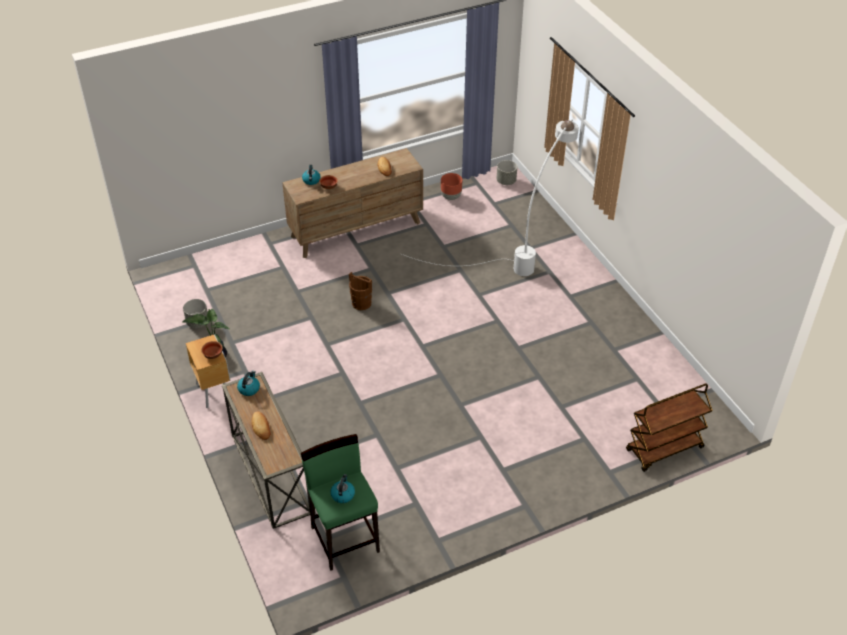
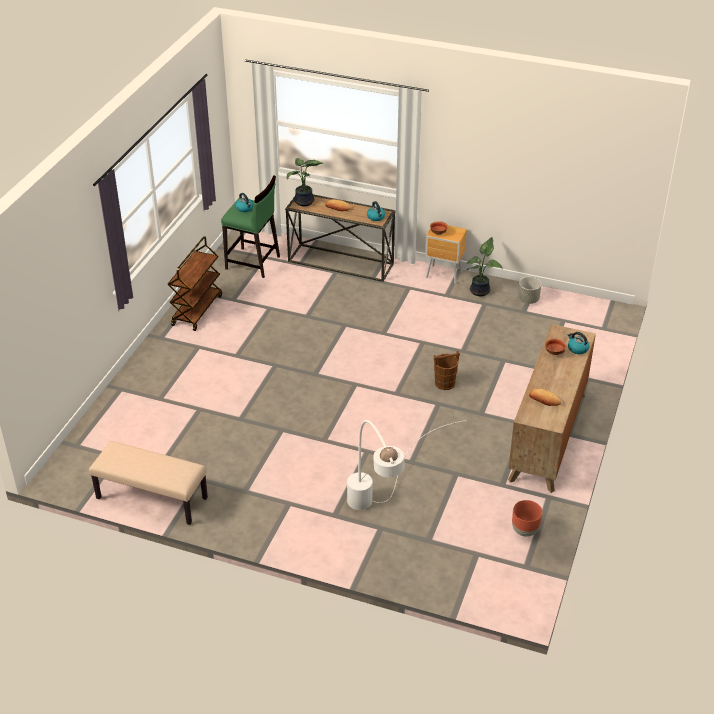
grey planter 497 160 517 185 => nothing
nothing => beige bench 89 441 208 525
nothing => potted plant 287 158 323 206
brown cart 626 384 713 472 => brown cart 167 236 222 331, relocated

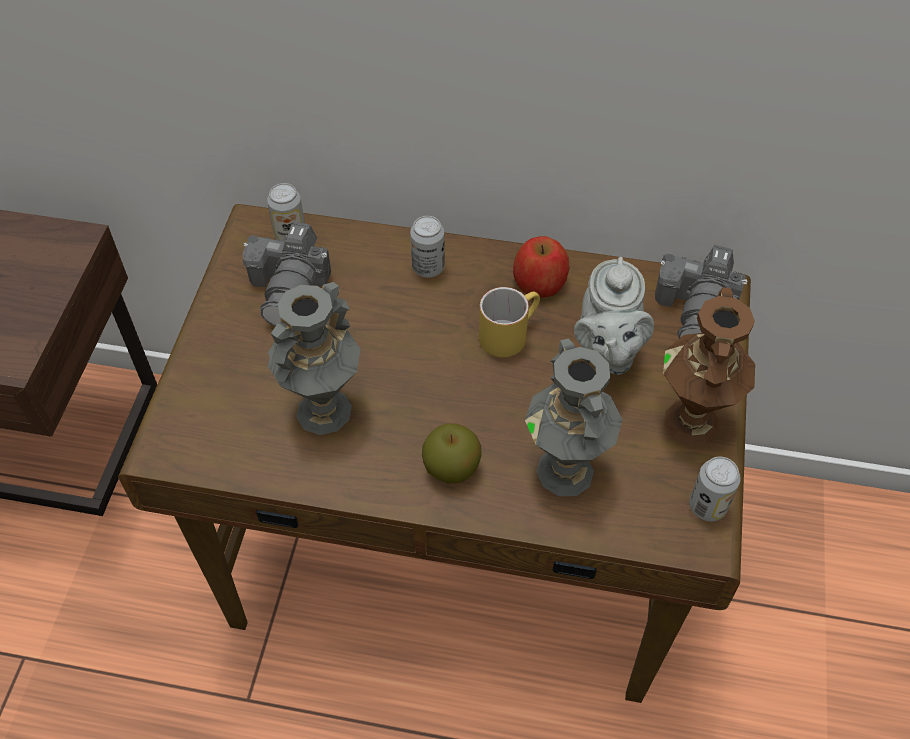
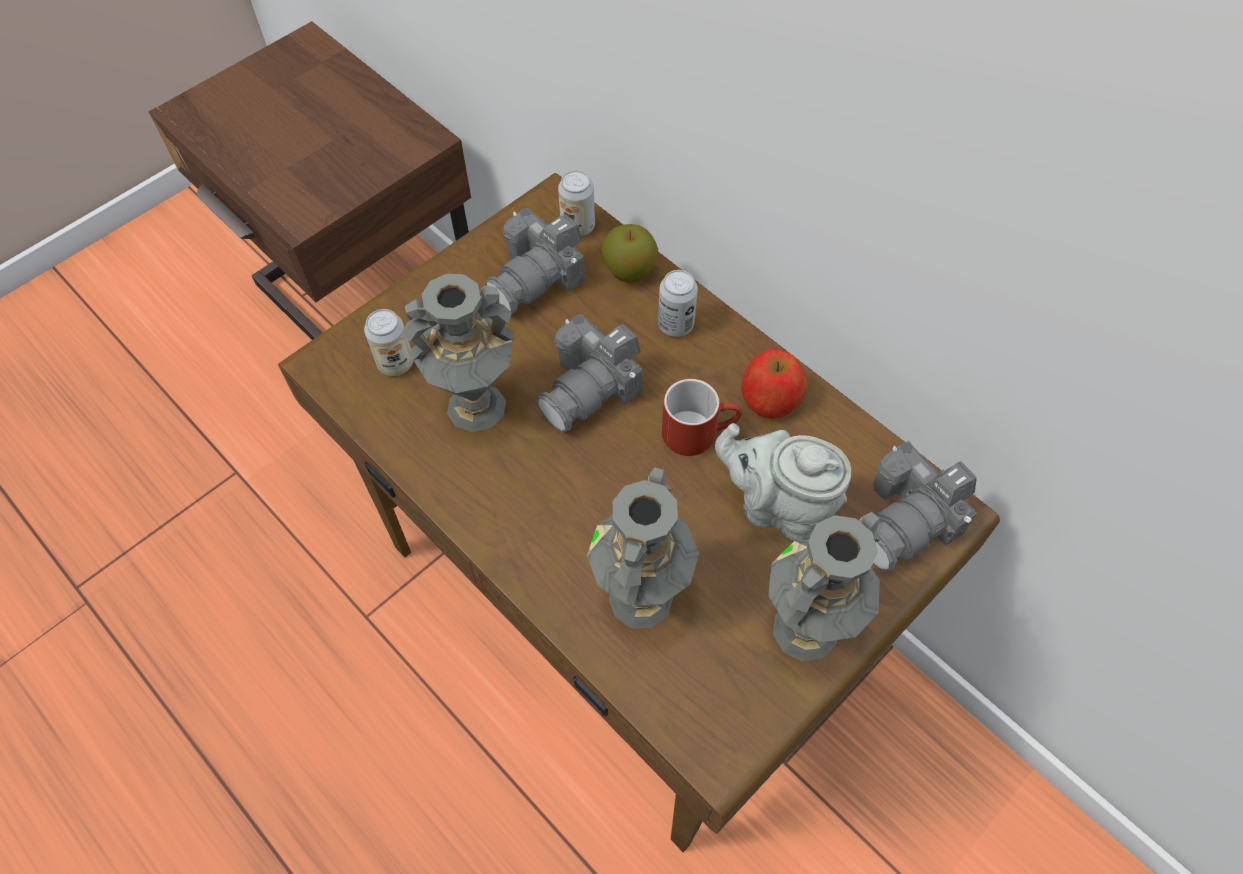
nothing => photo camera 537 314 643 432
apple 422 423 482 484 => apple 601 224 658 283, relocated
can 689 457 741 521 => can 364 309 414 376, relocated
yellow mug 479 287 540 358 => red mug 662 379 742 456
brown vase 663 287 755 446 => grey vase 768 512 880 662
grey teapot 574 257 654 375 => grey teapot 715 423 851 541, 75 degrees clockwise

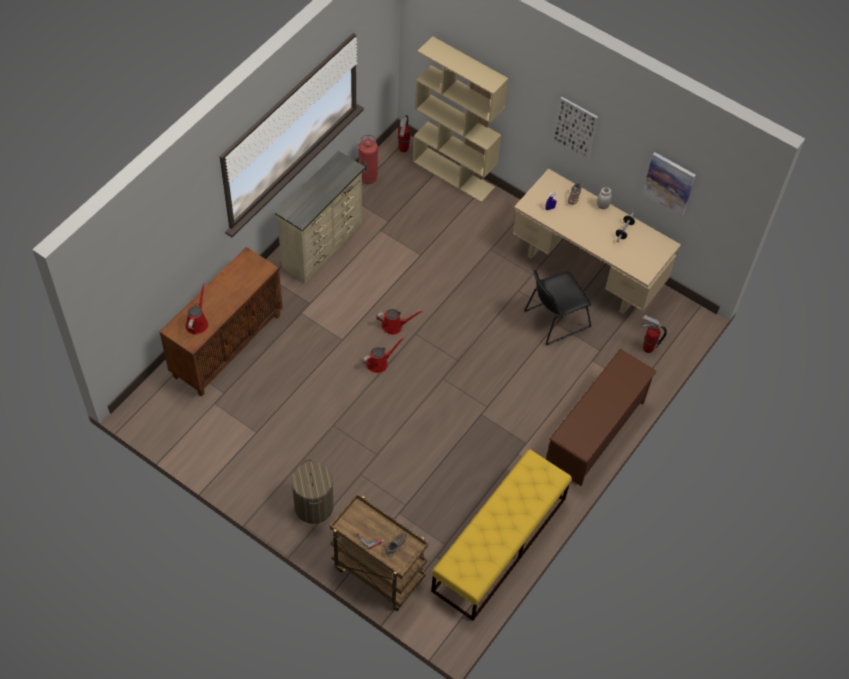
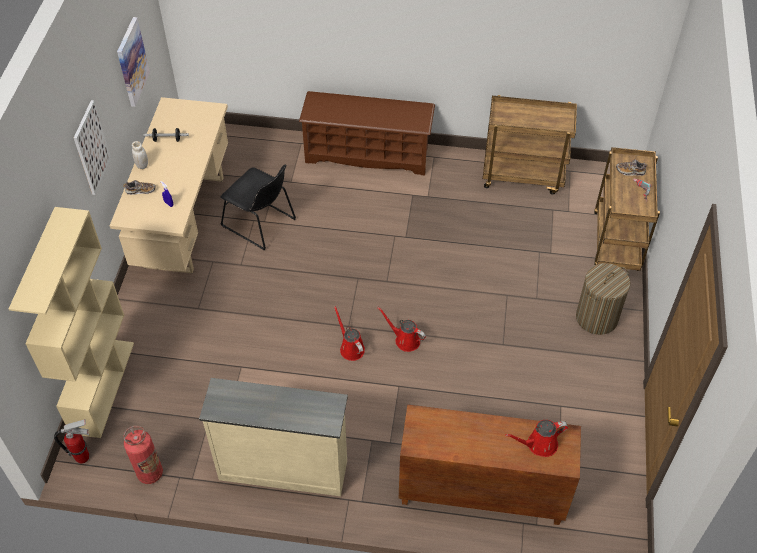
fire extinguisher 641 315 667 353 => nothing
yellow bench 431 450 572 621 => brown cart 483 95 577 195

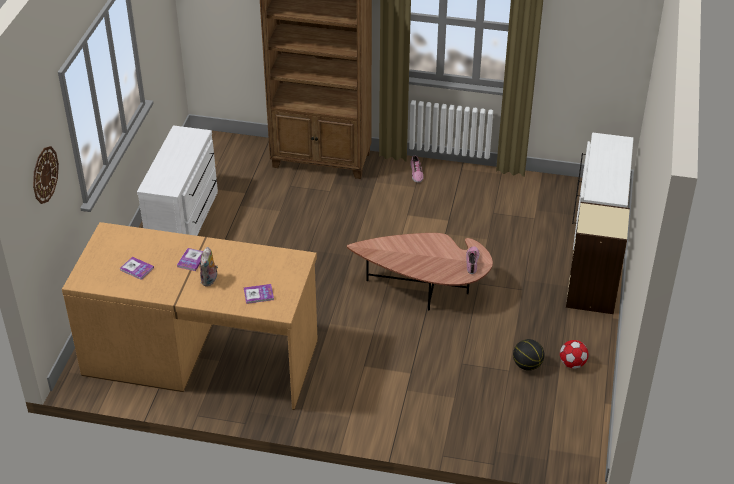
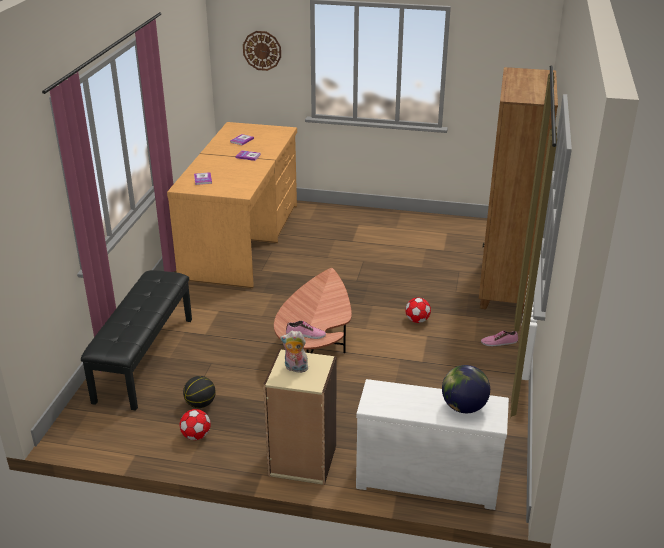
white dresser 137 125 218 236 => nothing
nothing => black bench 81 270 192 411
nothing => football 405 298 431 323
nothing => globe 442 365 490 413
plush toy 200 247 218 286 => plush toy 280 330 308 373, relocated

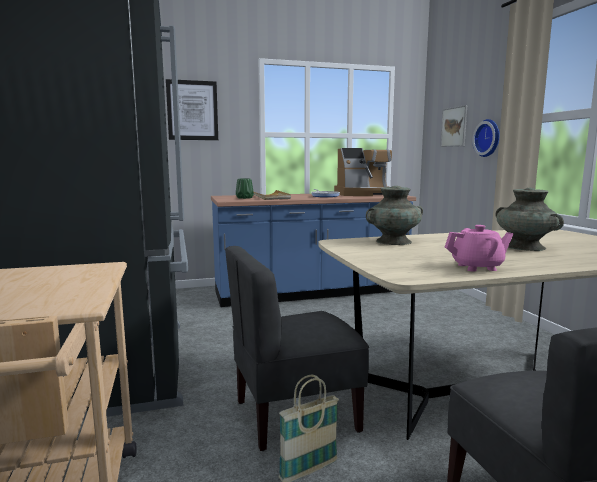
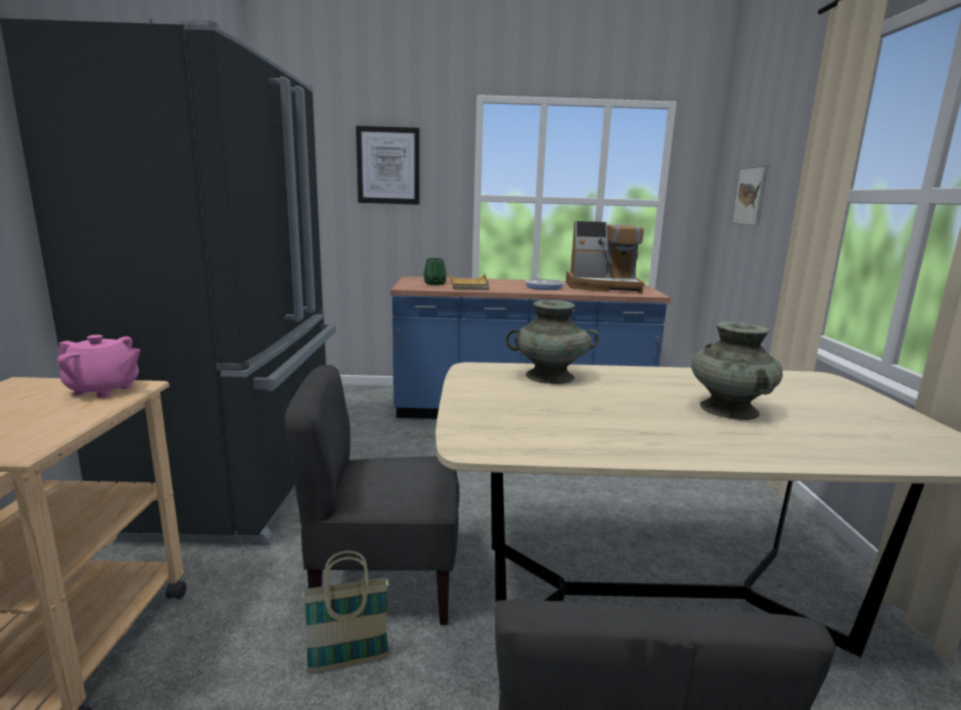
wall clock 472 119 500 157 => nothing
pink teapot 445 225 514 271 => pink teapot 57 335 140 398, relocated

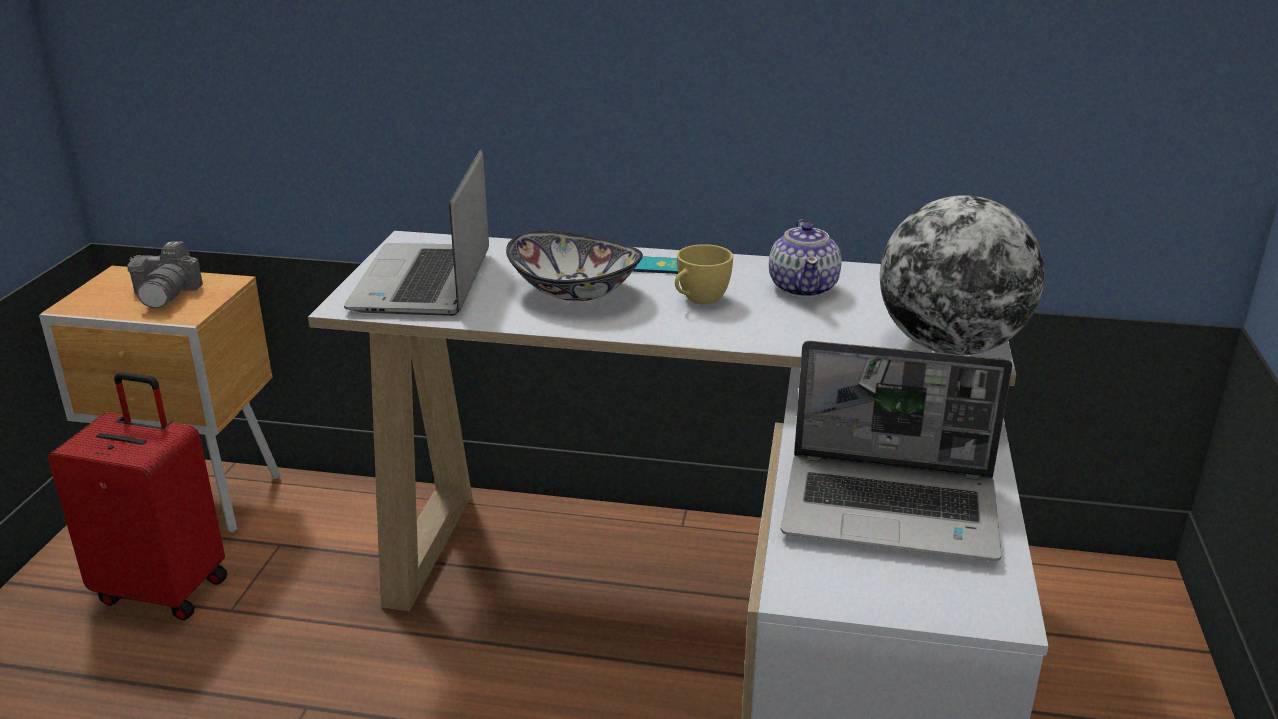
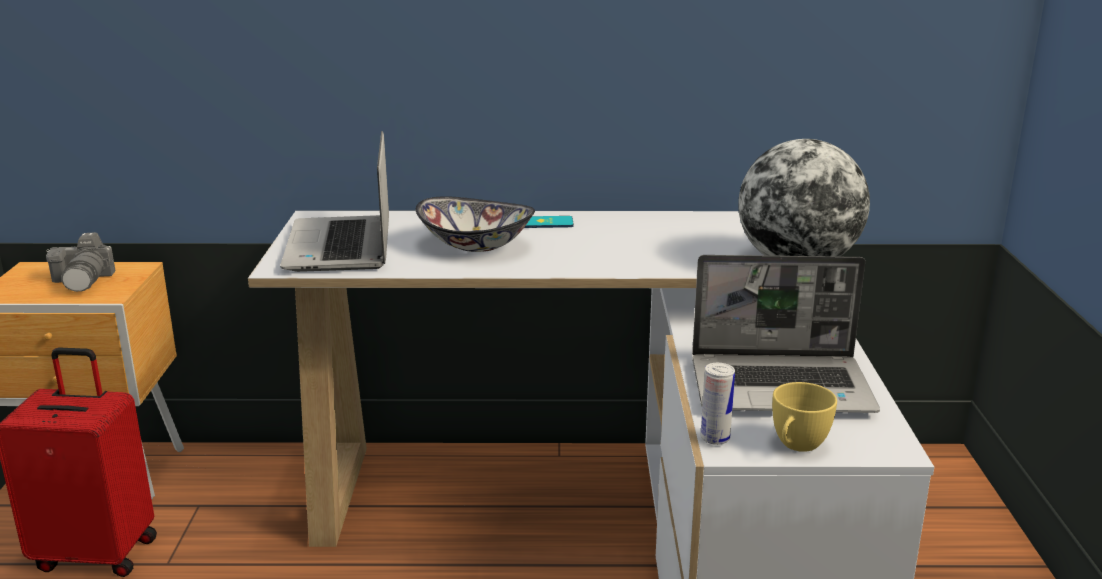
teapot 769 219 842 298 => nothing
nothing => can 700 363 735 445
yellow cup 675 244 733 305 => yellow cup 772 382 837 452, relocated

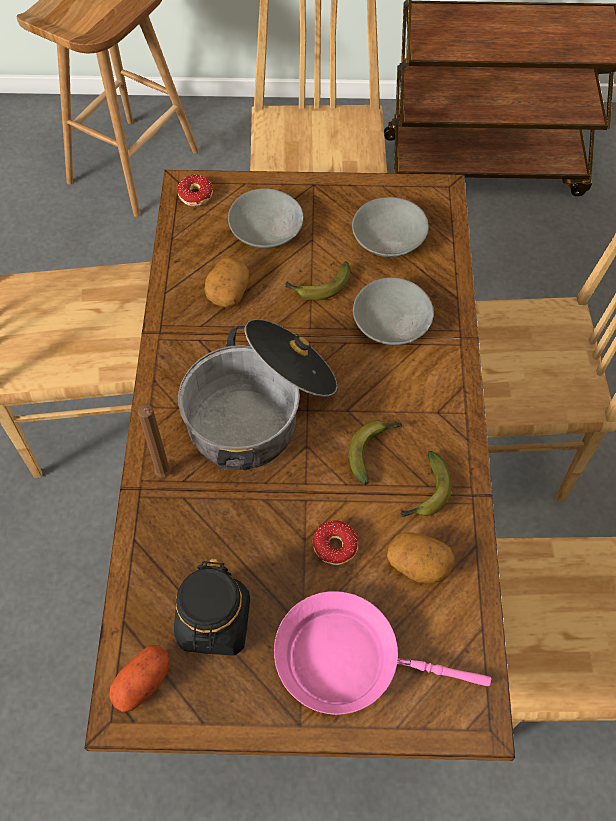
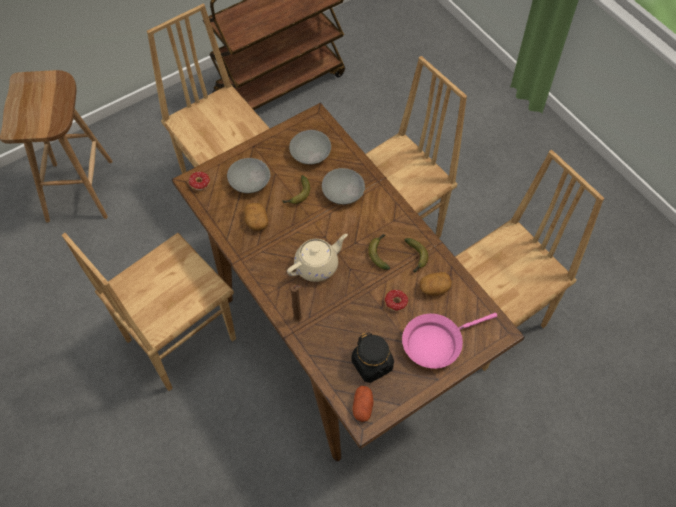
cooking pot 178 319 337 470 => beige teapot 287 234 348 282

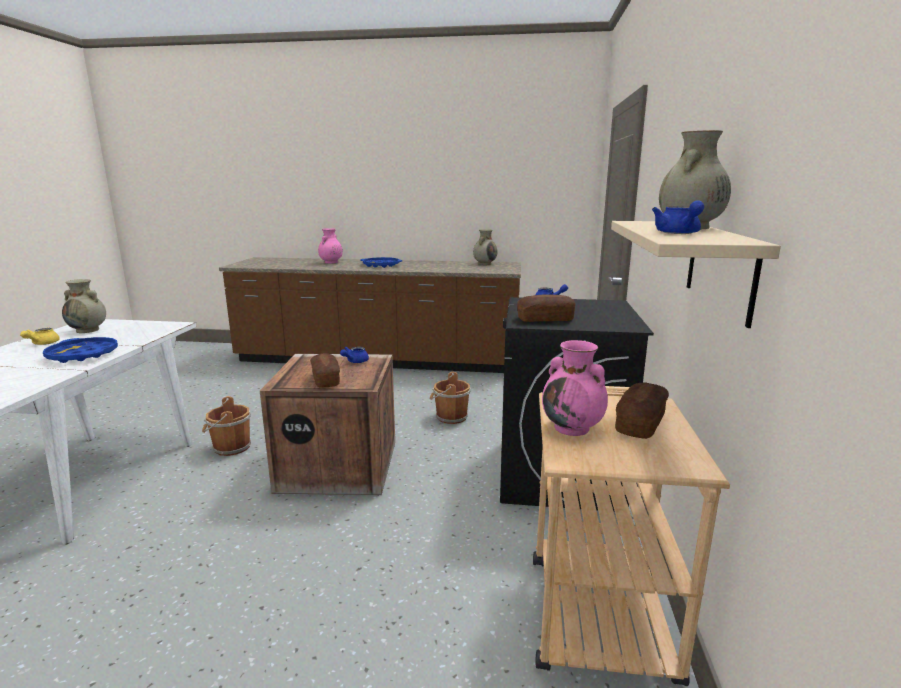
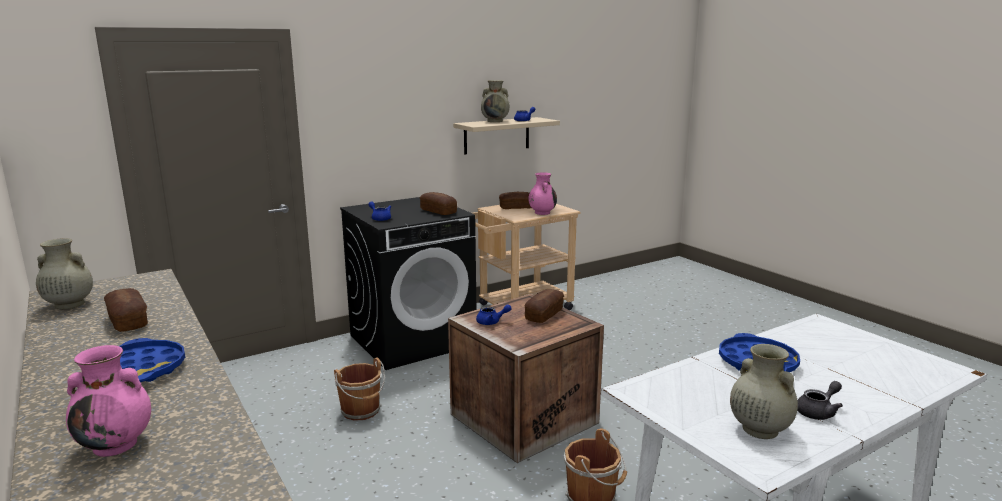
nothing => bread 104 288 148 332
yellow teapot 20 328 60 345 => grey teapot 797 381 843 420

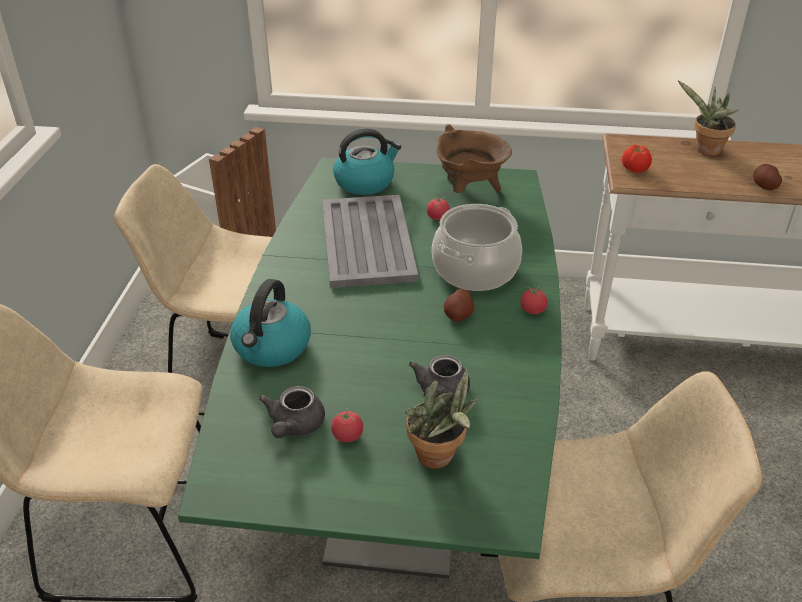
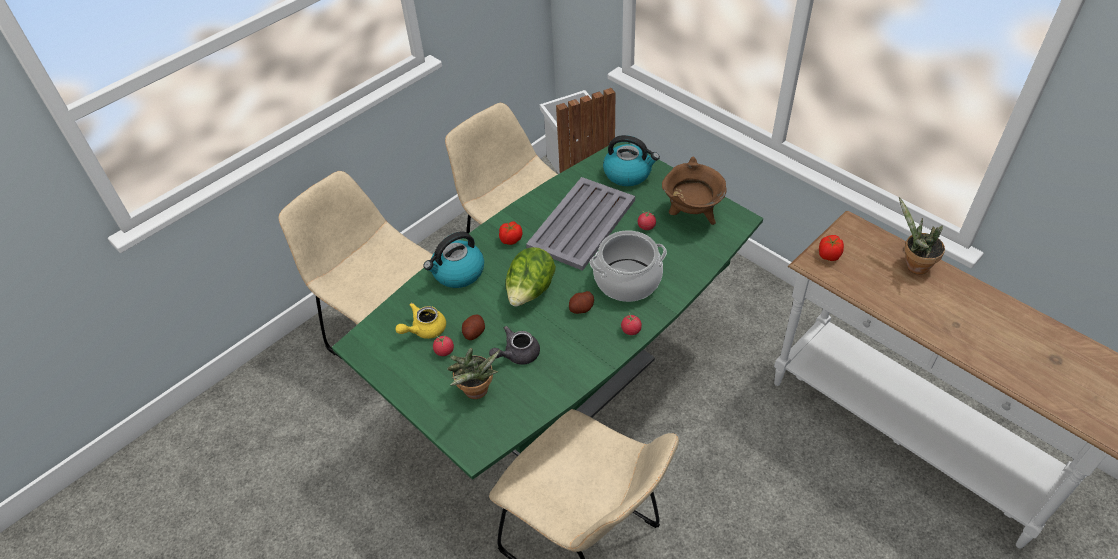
nothing => tomato 499 222 523 245
nothing => lettuce 505 247 556 307
potato 754 164 782 190 => potato 462 315 485 340, relocated
grey teapot 259 386 325 438 => yellow teapot 396 303 446 339

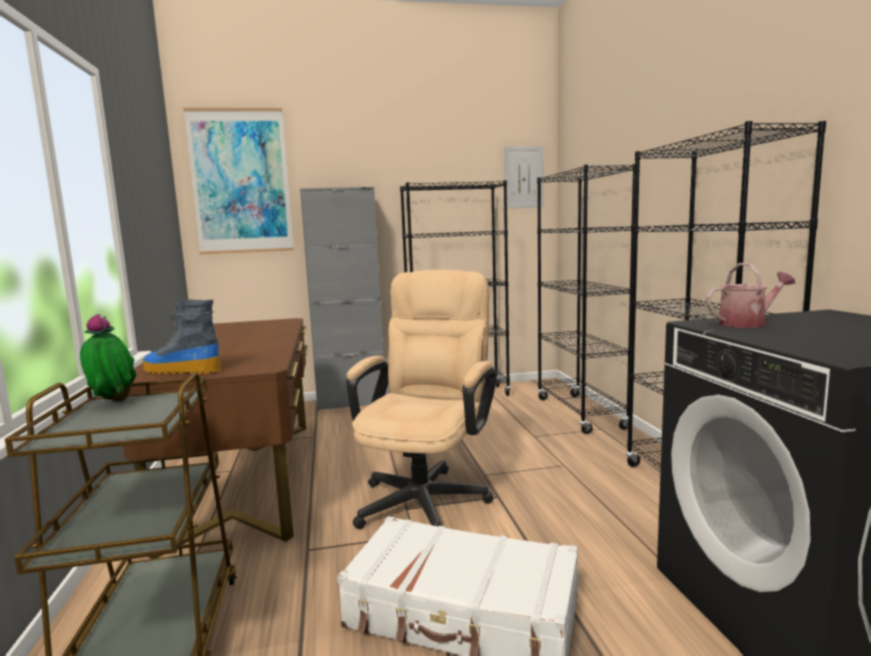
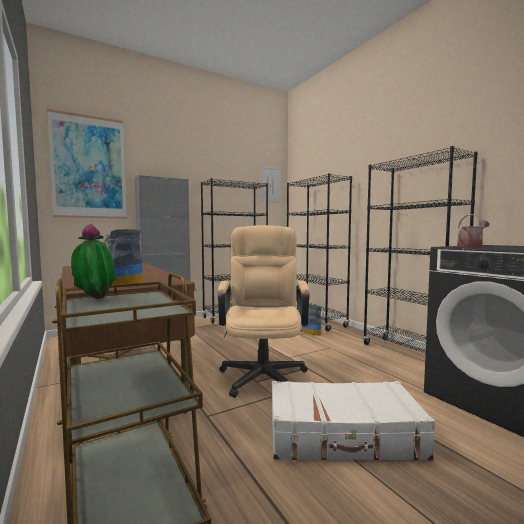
nothing => boot 301 305 322 336

